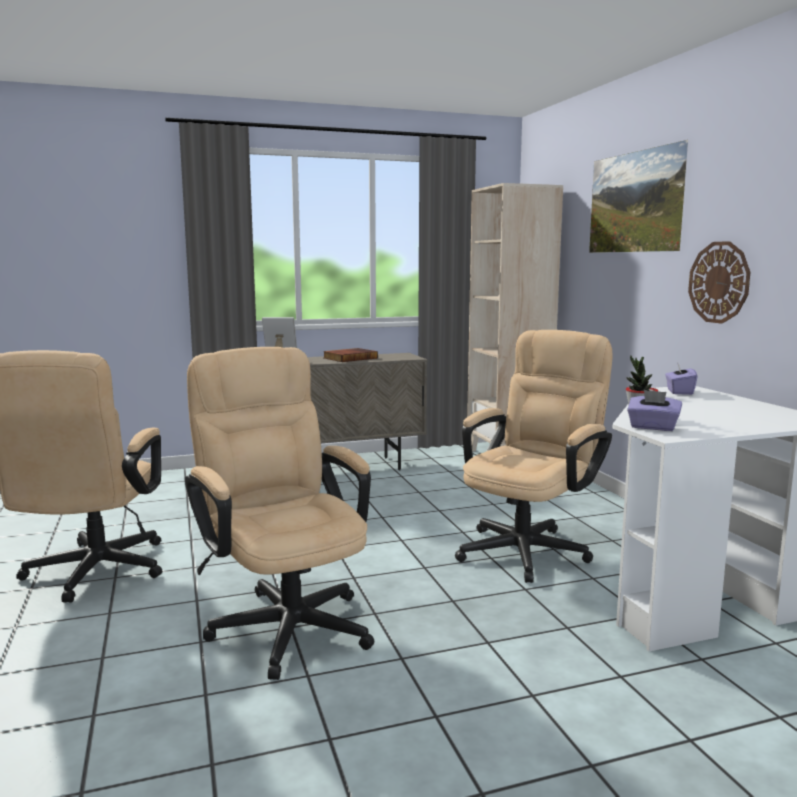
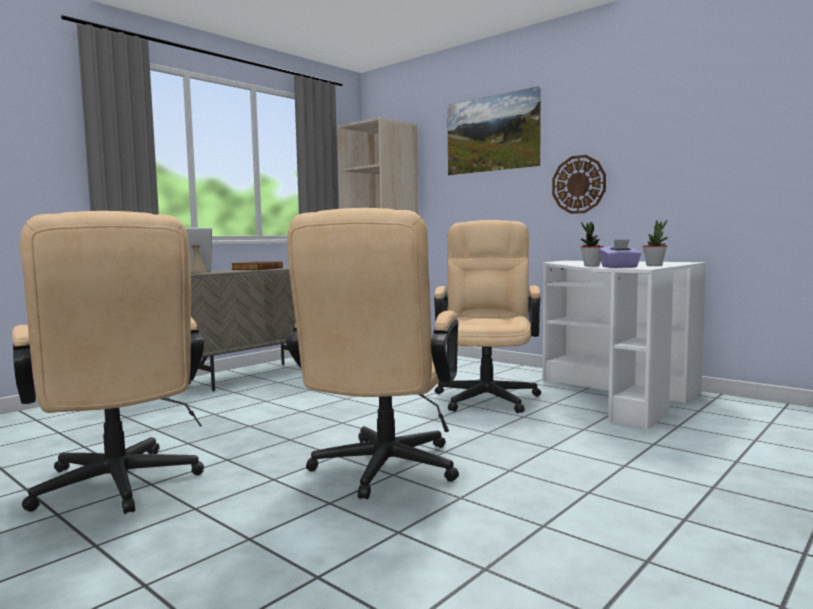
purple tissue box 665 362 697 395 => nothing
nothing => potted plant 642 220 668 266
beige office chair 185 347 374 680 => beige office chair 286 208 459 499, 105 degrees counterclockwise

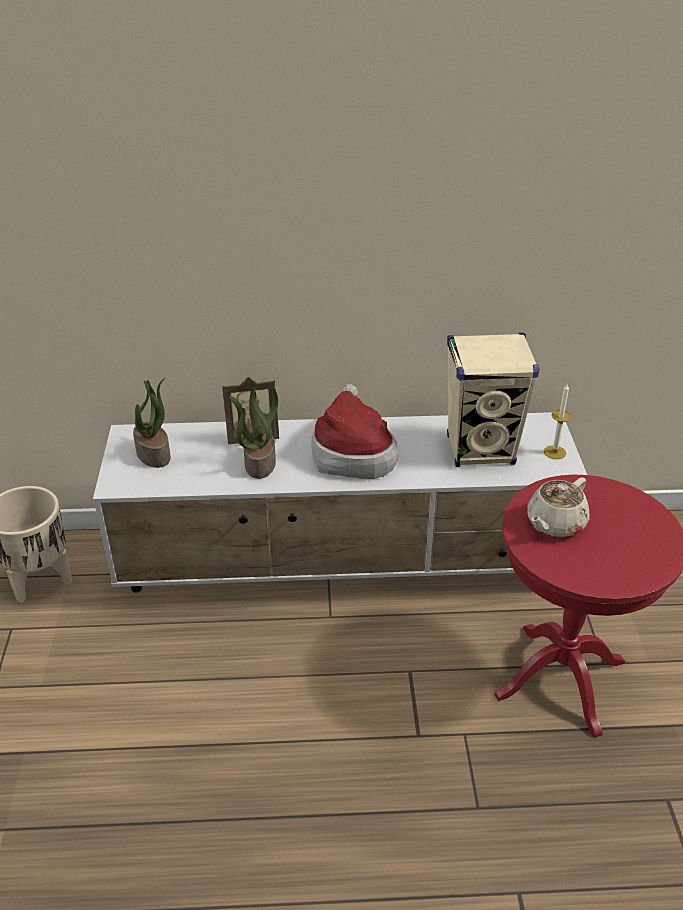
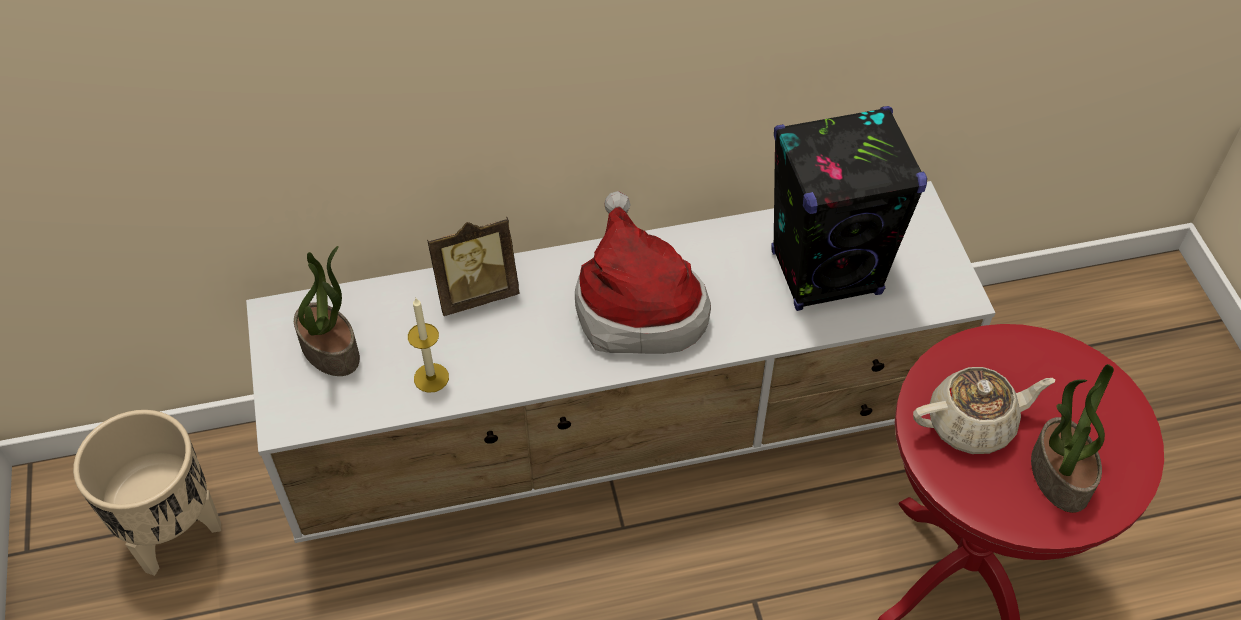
potted plant 229 387 278 479 => potted plant 1031 364 1114 513, relocated
candle 544 384 571 459 => candle 408 298 449 393, relocated
beige speaker 447 333 540 467 => black speaker 771 106 927 311
beige teapot 527 477 590 537 => beige teapot 913 367 1056 454, 135 degrees counterclockwise

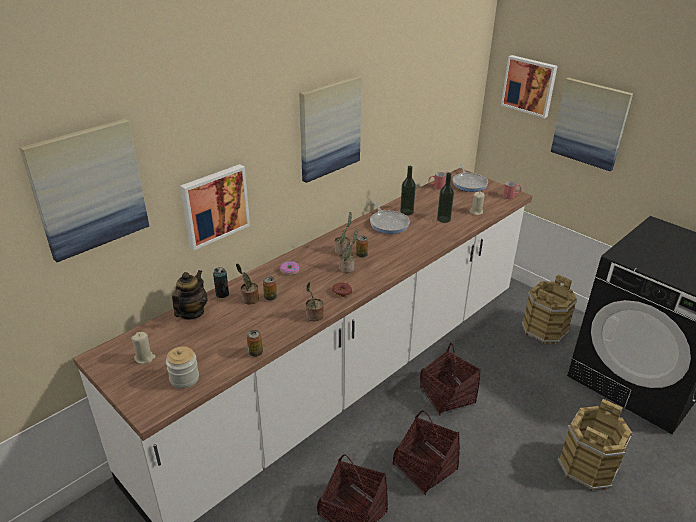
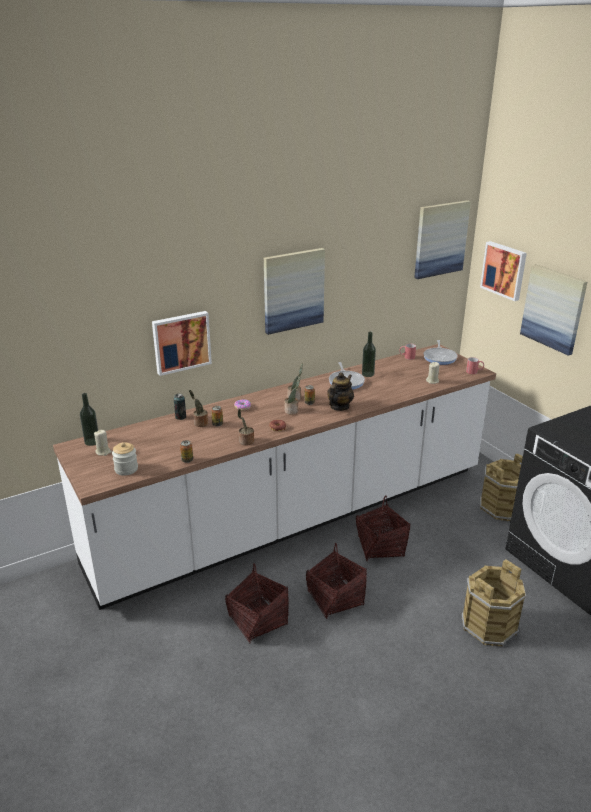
picture 19 119 149 262 => picture 414 200 471 279, relocated
teapot 172 270 208 320 => teapot 327 372 354 411, relocated
bottle 437 173 454 223 => bottle 80 393 98 446, relocated

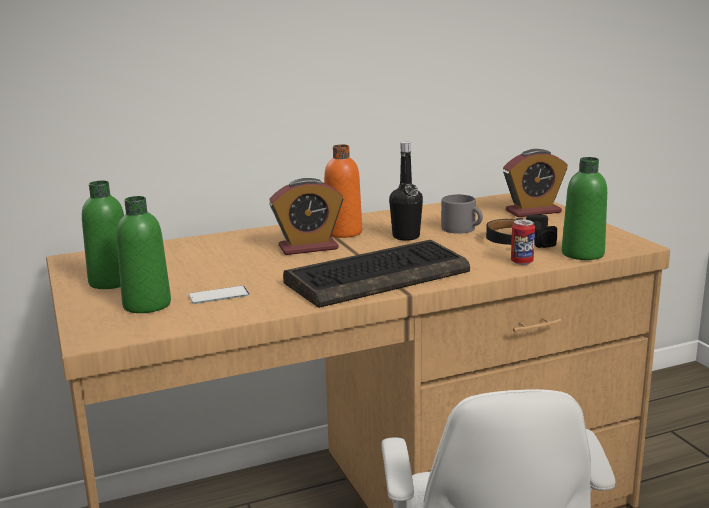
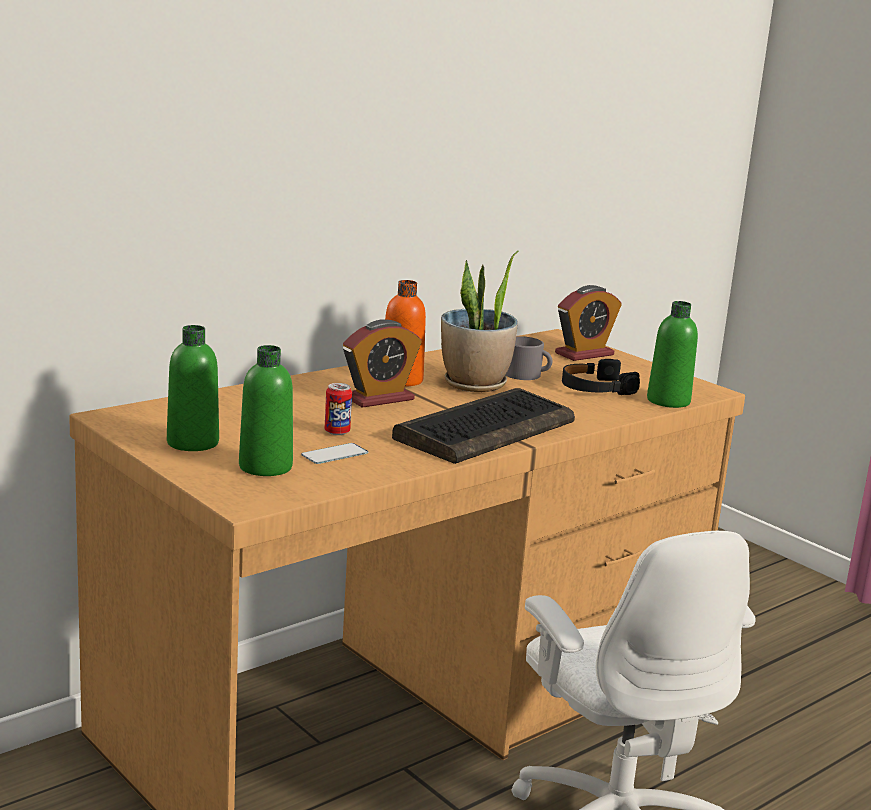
can 511 219 535 265 => can 325 383 352 435, relocated
black bottle 389 142 423 241 => potted plant 441 251 518 392

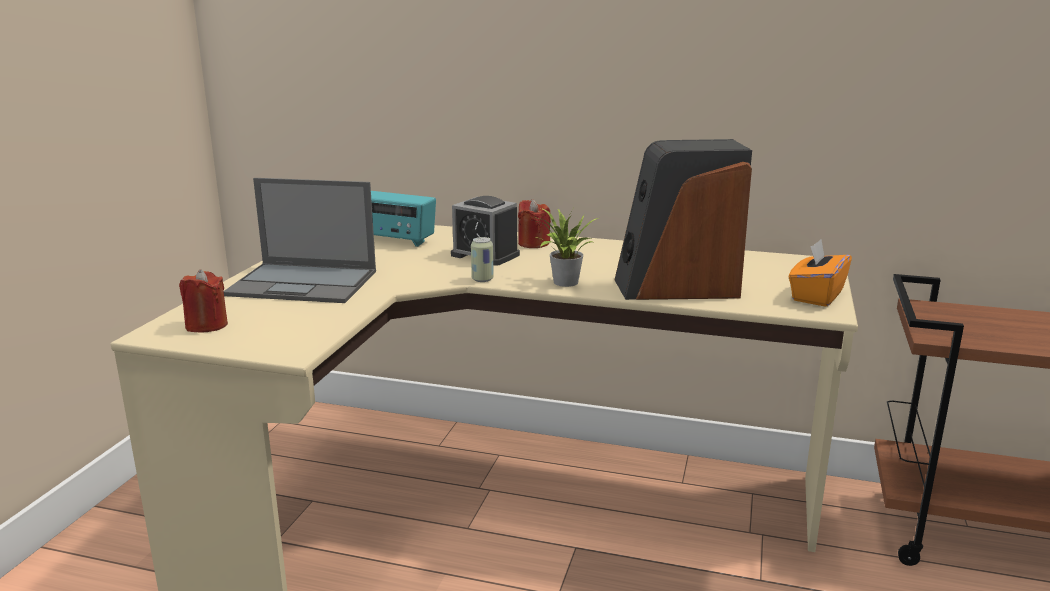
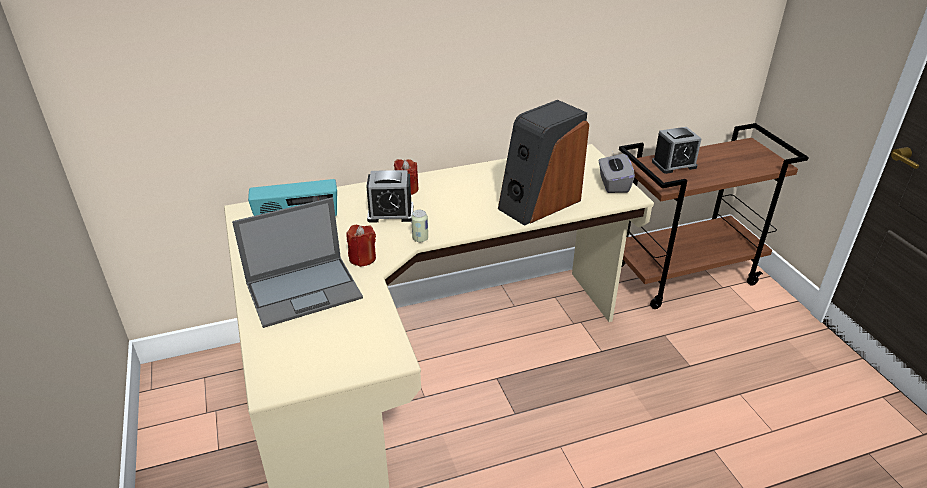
potted plant 538 208 598 287 => nothing
nothing => alarm clock 652 127 702 174
red candle 179 269 228 333 => red candle 346 225 376 267, relocated
orange tissue box 789 239 852 307 => grey tissue box 599 151 635 193

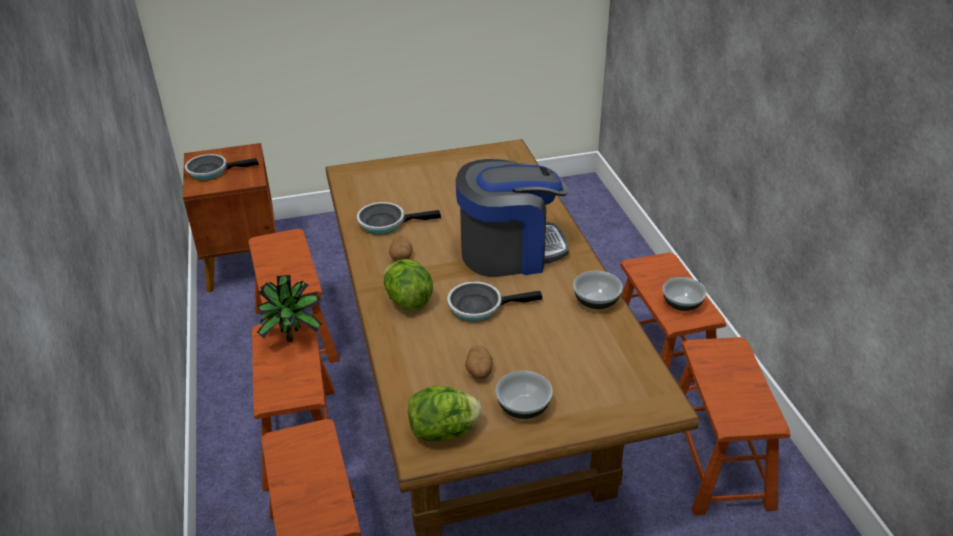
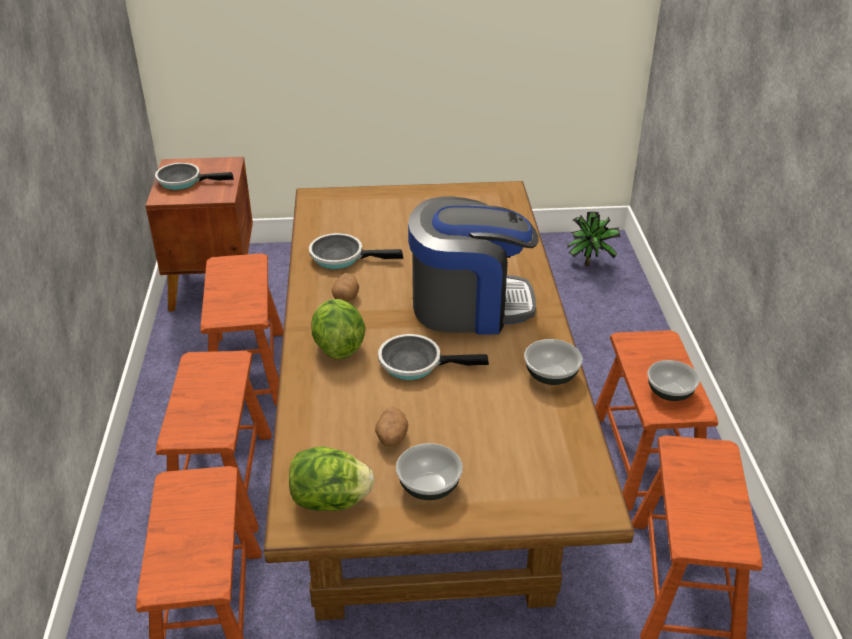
potted plant 257 275 322 342 => potted plant 567 212 621 266, relocated

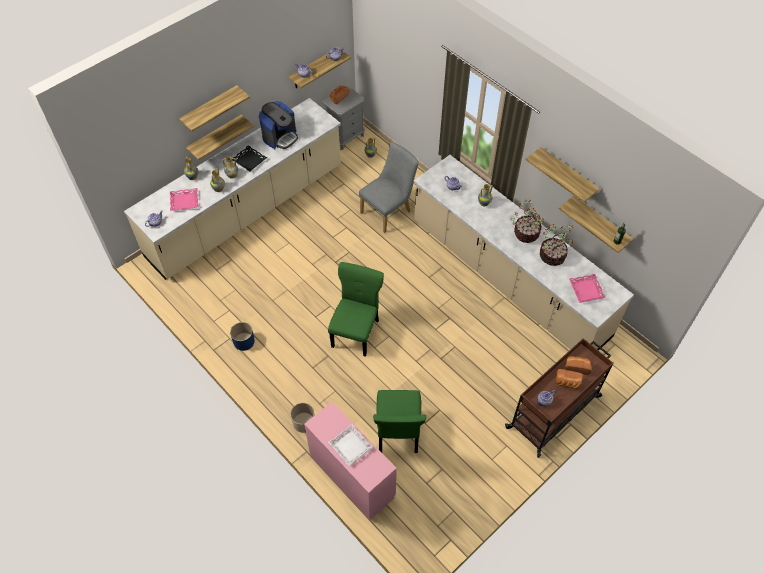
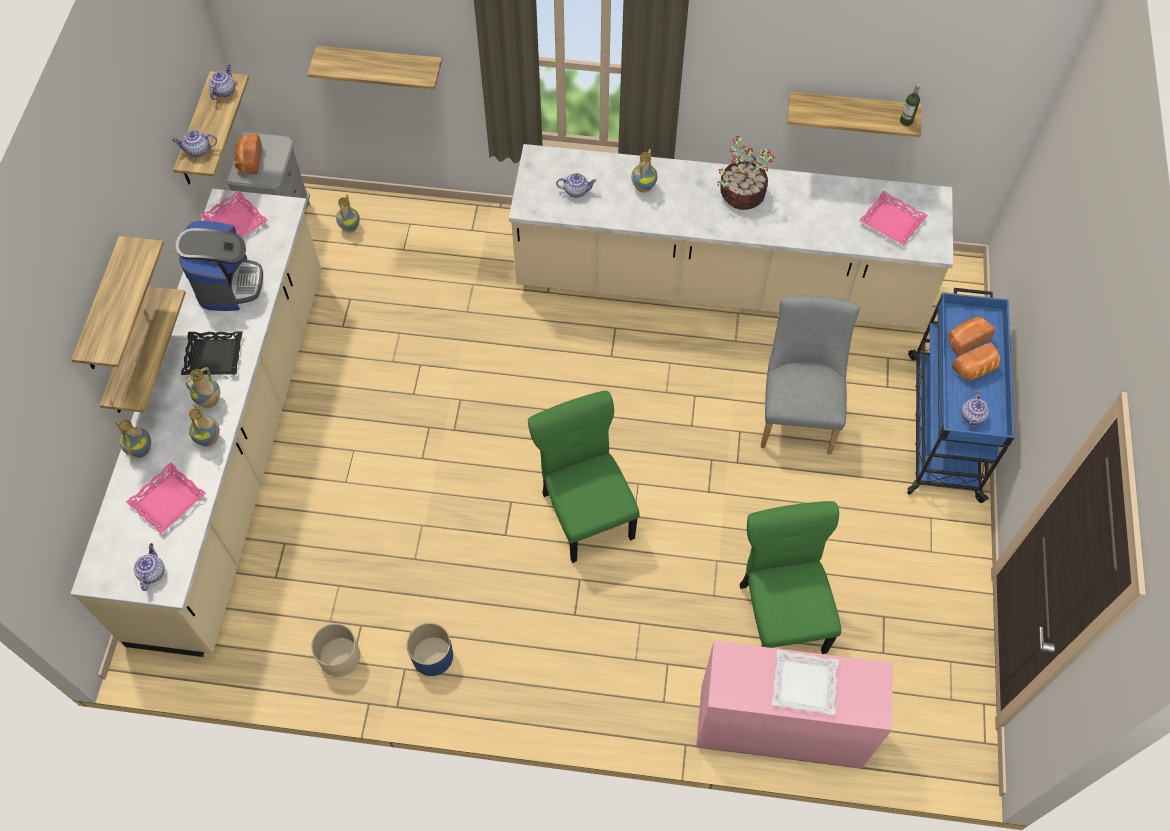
potted plant 540 224 573 266 => nothing
nothing => pink tray 200 191 268 237
beige planter 290 403 315 433 => beige planter 311 623 360 677, relocated
grey chair 359 142 419 233 => grey chair 761 295 860 455, relocated
shelf 525 147 600 202 => shelf 307 46 442 90, relocated
brown cart 505 338 614 458 => blue cart 907 288 1014 503
green chair 373 390 426 453 => green chair 739 501 841 654, 150 degrees counterclockwise

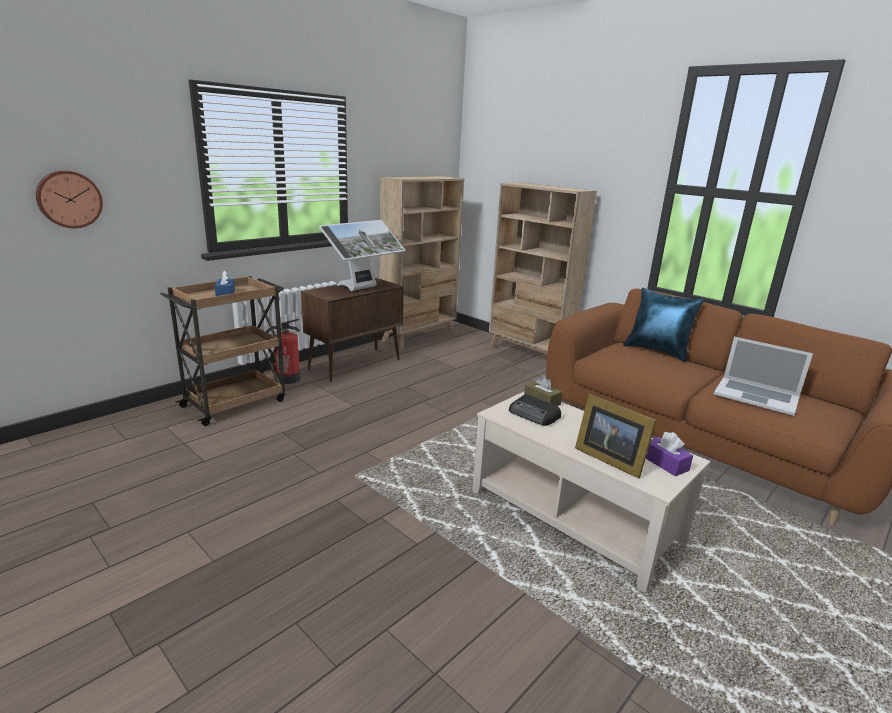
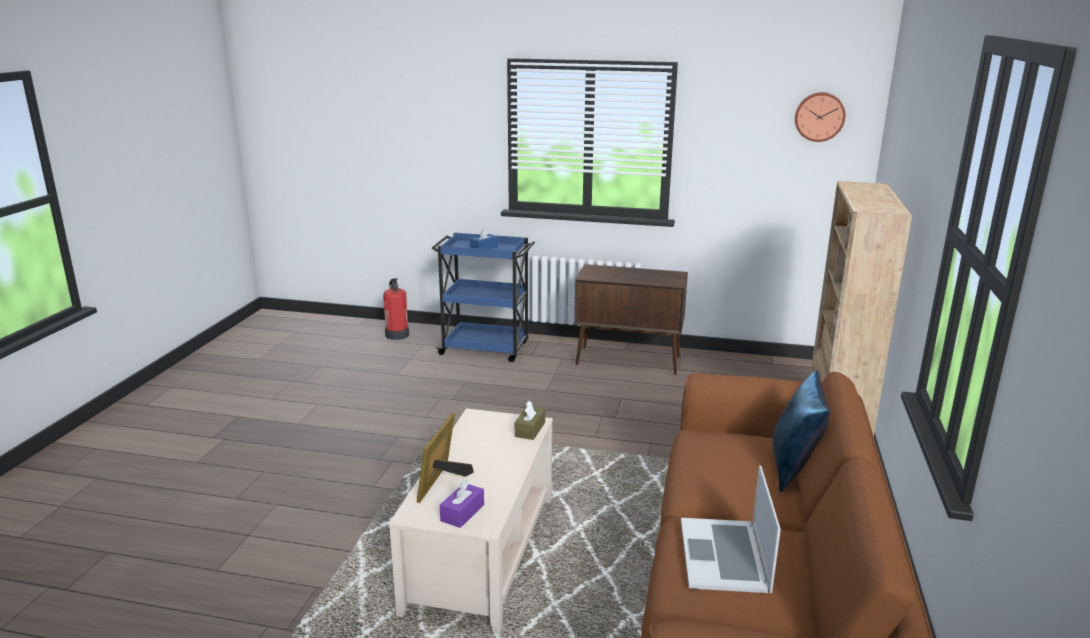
monitor 319 220 406 291 => nothing
beige bookcase 380 176 464 350 => nothing
radio 509 394 561 426 => nothing
wall clock 36 170 103 228 => wall clock 795 92 846 142, relocated
fire extinguisher 266 319 301 384 => fire extinguisher 383 278 409 340, relocated
brown cart 160 276 285 426 => blue cart 432 232 535 362

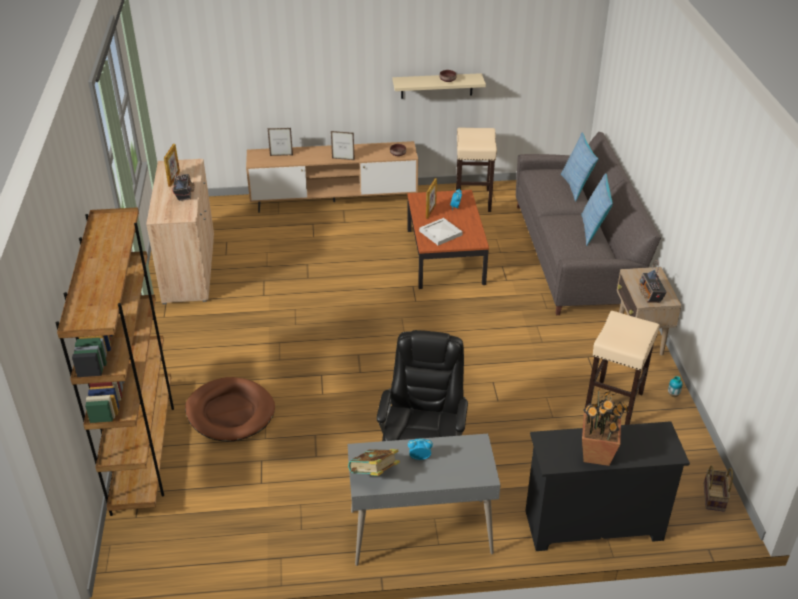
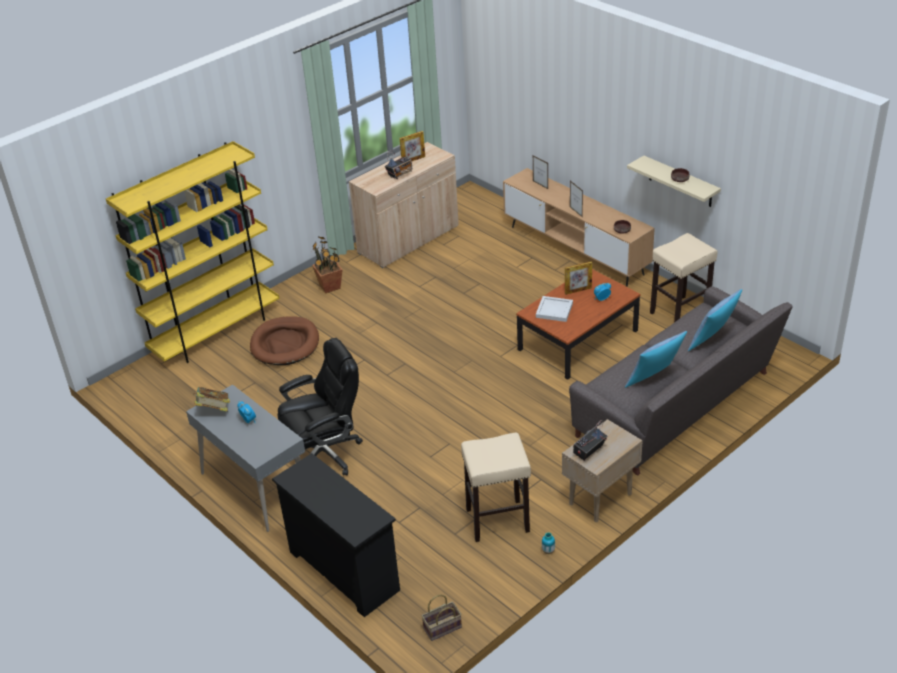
potted plant 582 388 629 466 => potted plant 312 237 343 293, relocated
brown bookcase 55 207 174 516 => yellow bookcase 106 141 280 363

